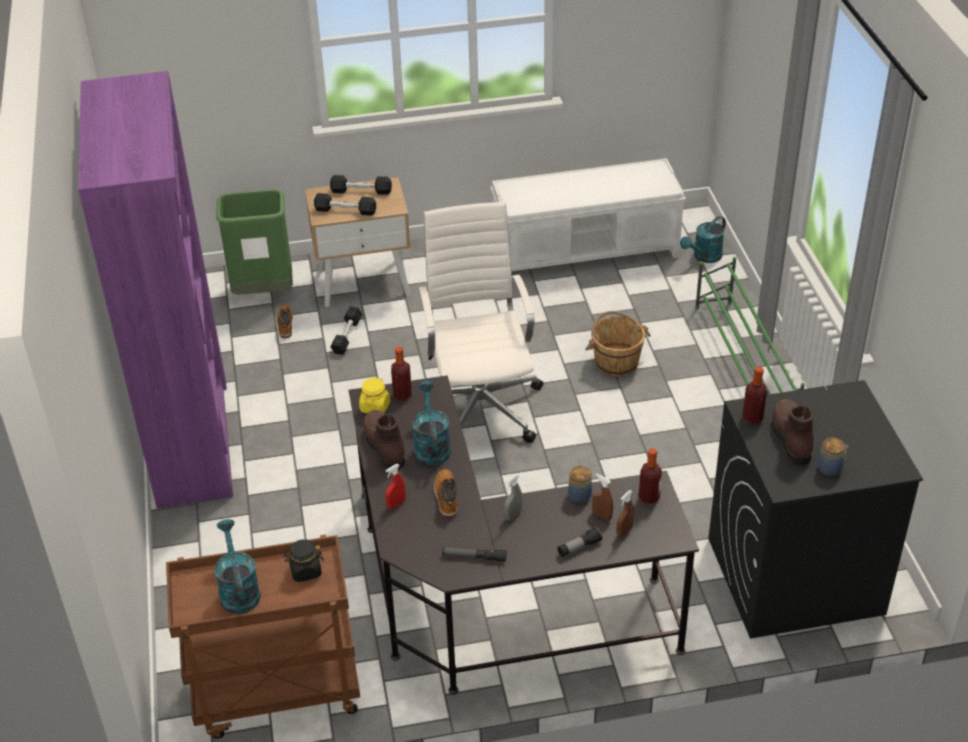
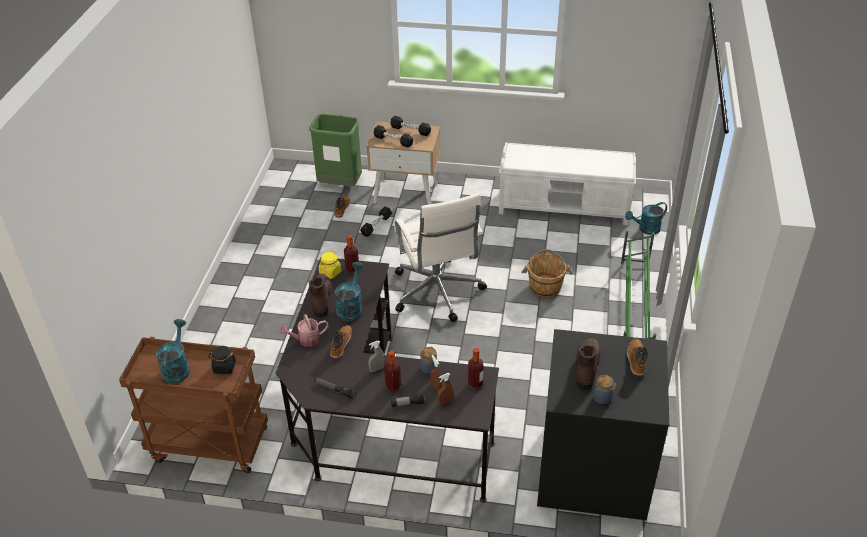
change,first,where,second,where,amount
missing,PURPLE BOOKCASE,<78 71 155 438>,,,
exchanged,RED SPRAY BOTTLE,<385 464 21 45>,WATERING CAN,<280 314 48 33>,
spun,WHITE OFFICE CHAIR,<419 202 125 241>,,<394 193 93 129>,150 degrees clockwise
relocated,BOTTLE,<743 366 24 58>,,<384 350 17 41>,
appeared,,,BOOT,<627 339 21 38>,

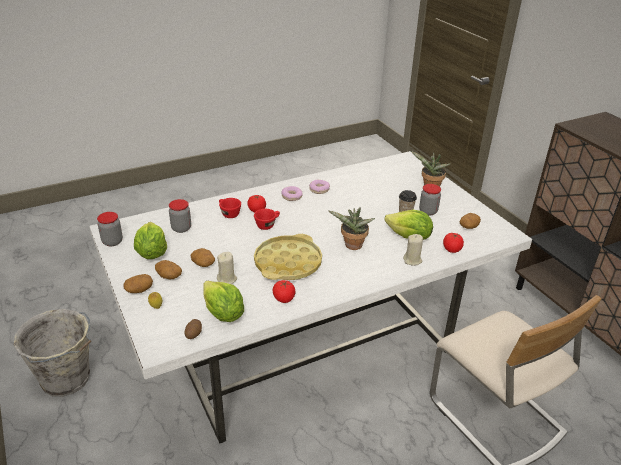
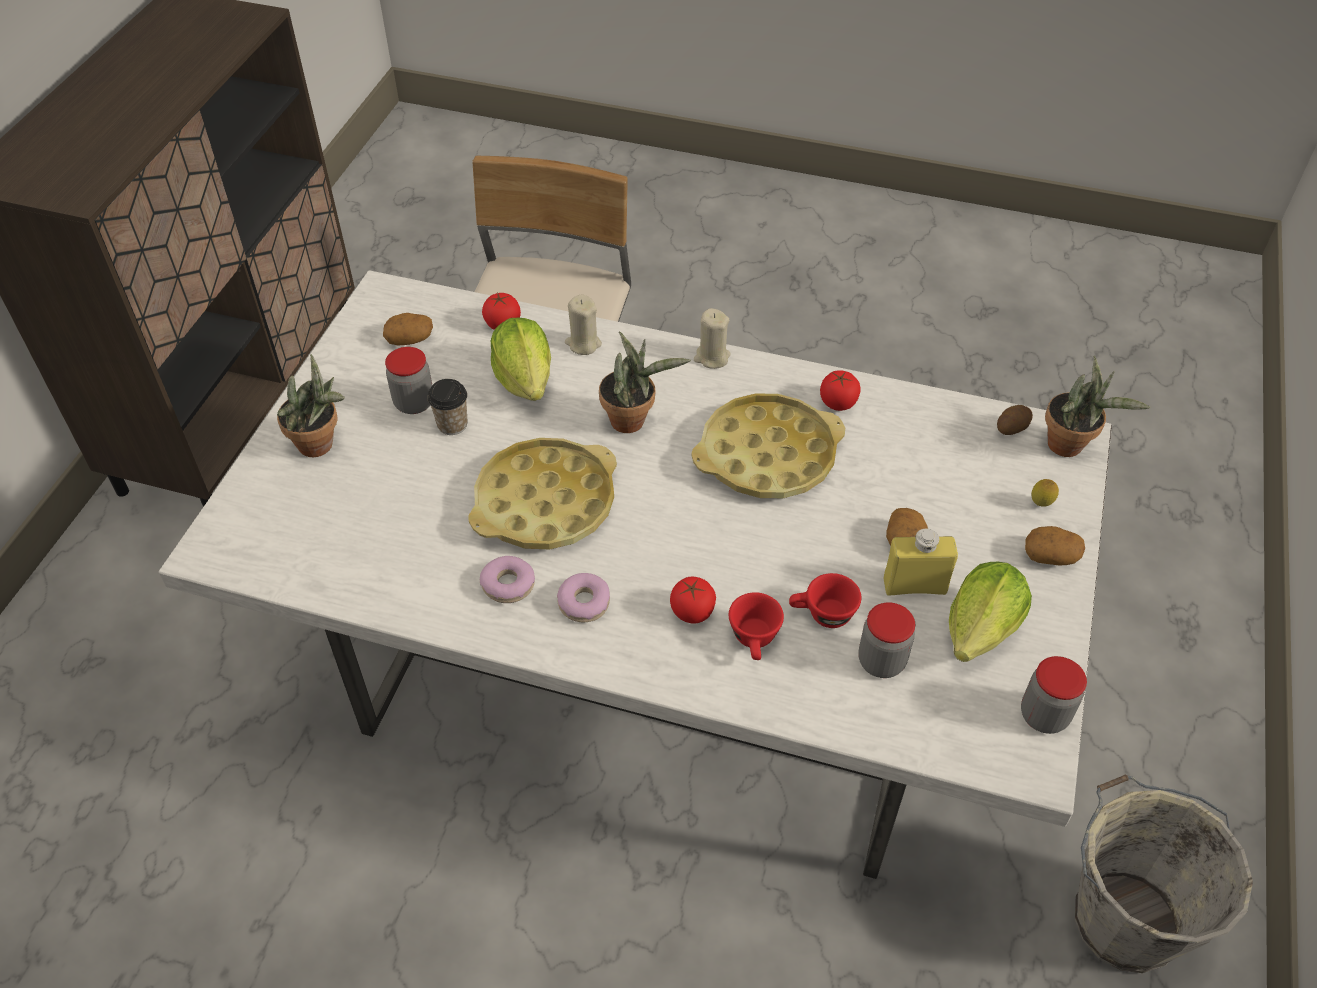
change,first,where,second,where,amount
missing,POTATO,<155 260 27 19>,,,
missing,LETTUCE,<203 281 41 41>,,,
relocated,BEIGE CANDLE,<217 252 20 32>,,<694 308 36 61>,
relocated,RED CUP,<254 209 26 21>,,<789 573 72 55>,
appeared,,,YELLOW TRAY,<469 438 148 111>,
appeared,,,YELLOW BOTTLE,<884 528 74 68>,
appeared,,,POTTED PLANT,<1045 356 106 101>,

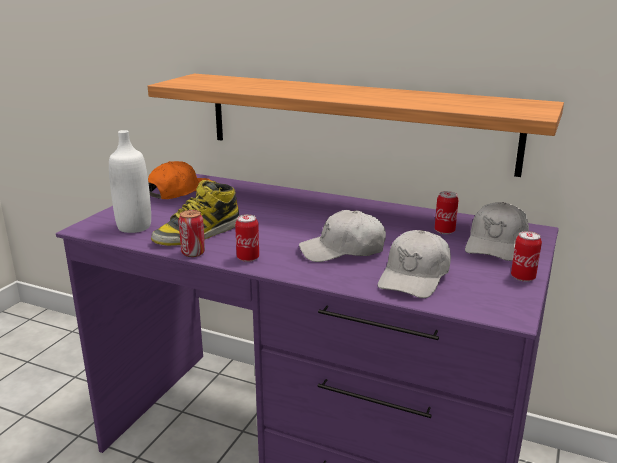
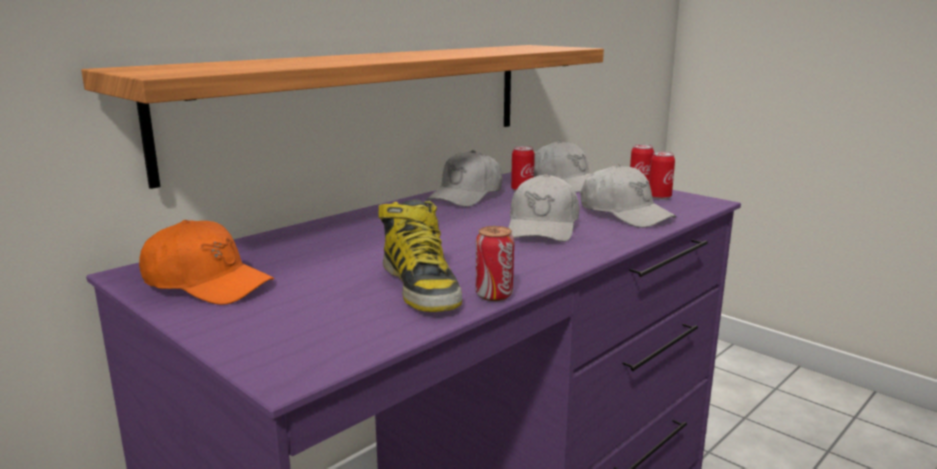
change,first,where,second,where,amount
missing,WHITE BOTTLE,<109 130 42 103>,,,
spun,ORANGE CAP,<148 161 63 38>,,<139 220 135 85>,135 degrees clockwise
relocated,CAN,<235 214 24 48>,,<649 152 26 48>,
appeared,,,WHITE CAP,<427 150 75 57>,

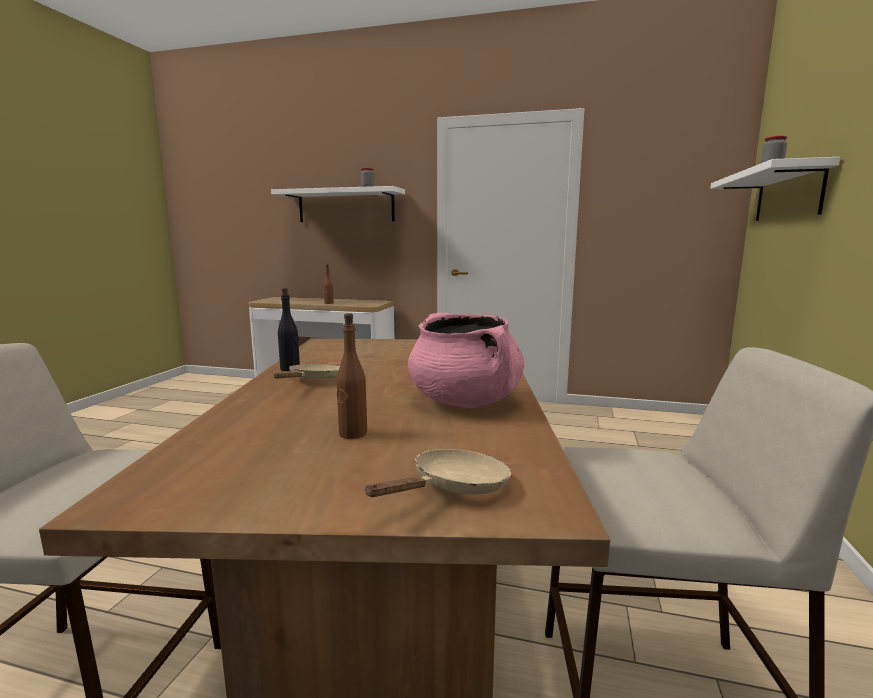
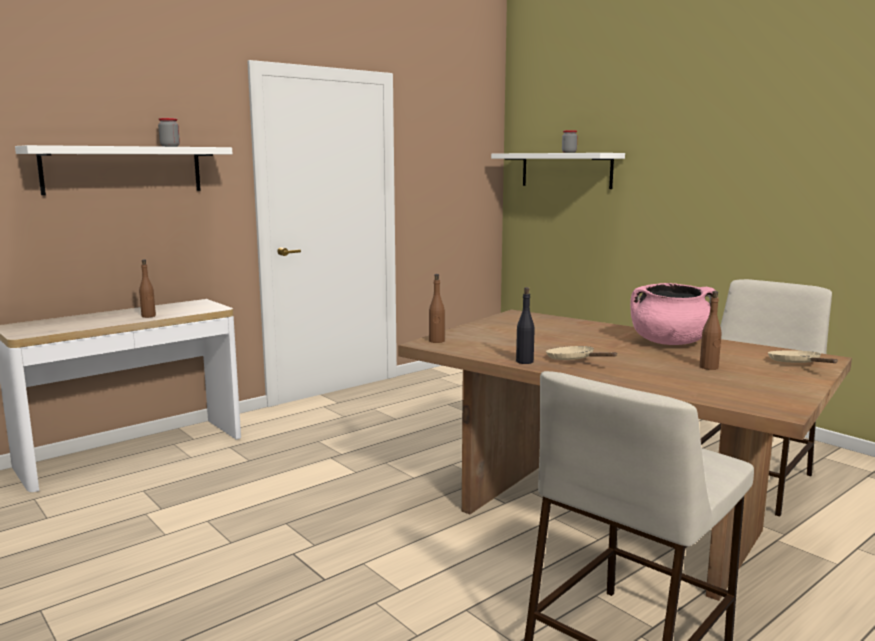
change,first,where,second,where,amount
appeared,,,BROWN BOTTLE,<429 274 16 69>,

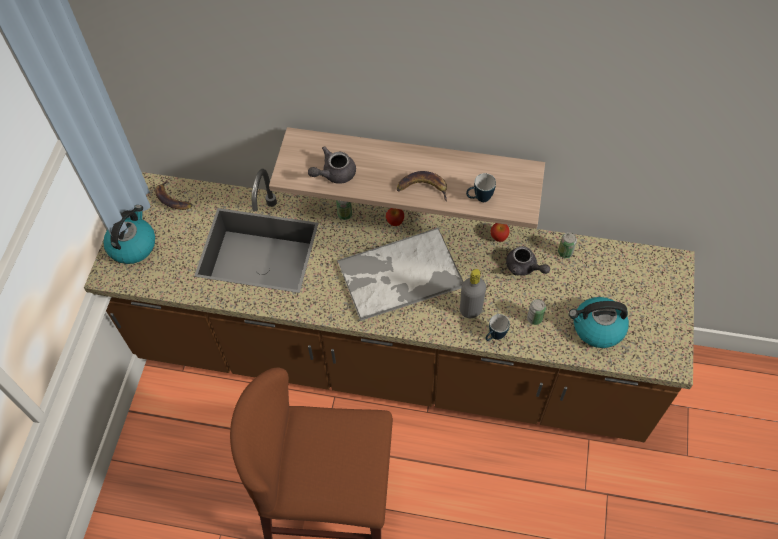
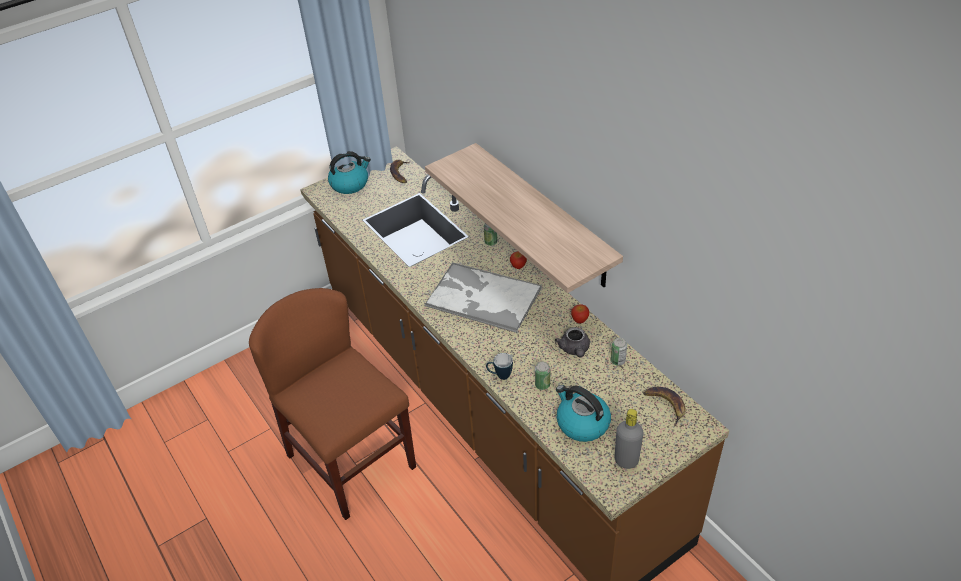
change,first,where,second,where,amount
missing,GREY TEAPOT,<308 146 48 38>,,,
relocated,BANANA,<397 171 50 31>,,<643 387 43 39>,
relocated,GREY BOTTLE,<460 269 26 49>,,<615 409 29 60>,
missing,MUG,<466 173 30 29>,,,

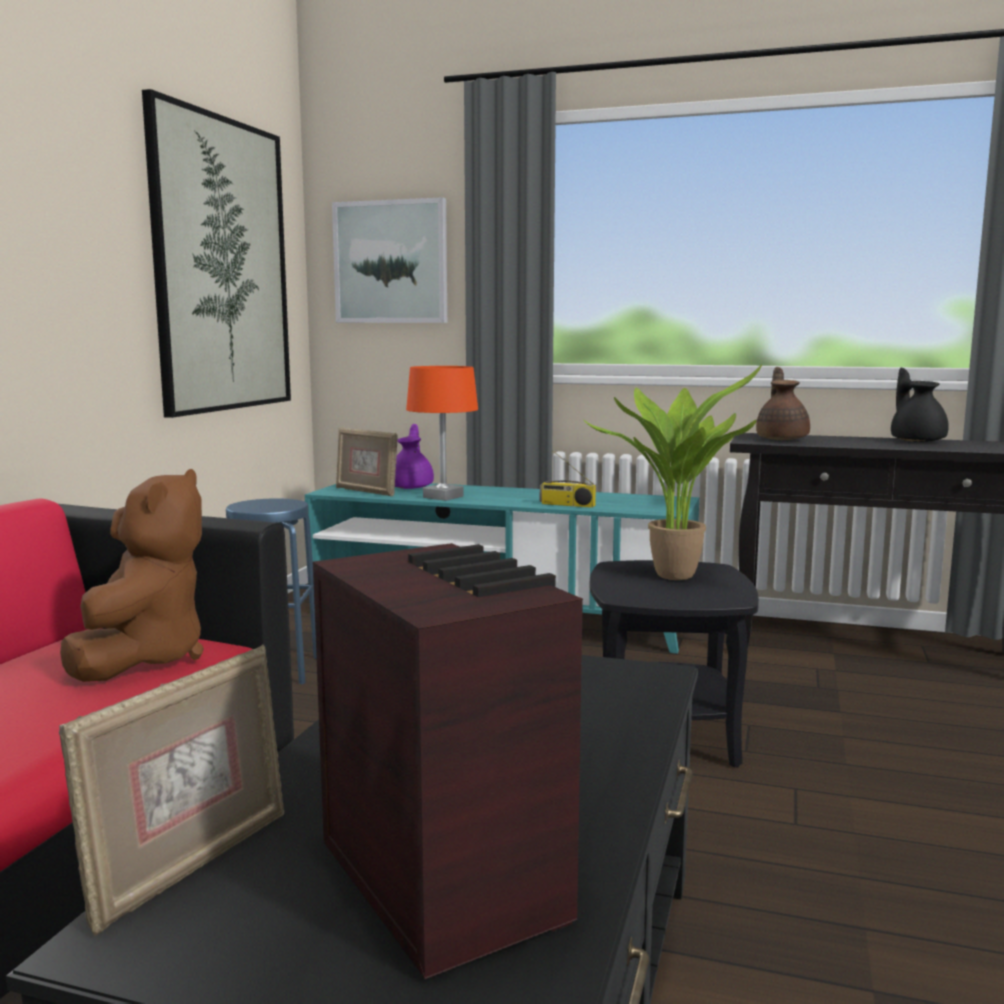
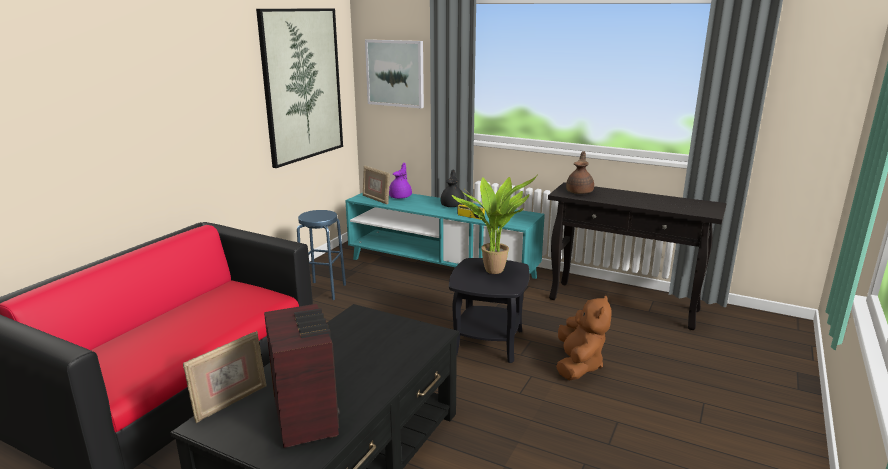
change,first,where,second,where,amount
relocated,BROWN PLUSH TOY,<60 469 144 213>,,<556 295 55 85>,
missing,ORANGE TABLE LAMP,<406 366 72 135>,,,
relocated,BLACK TEAPOT,<891 368 58 74>,,<441 170 24 37>,

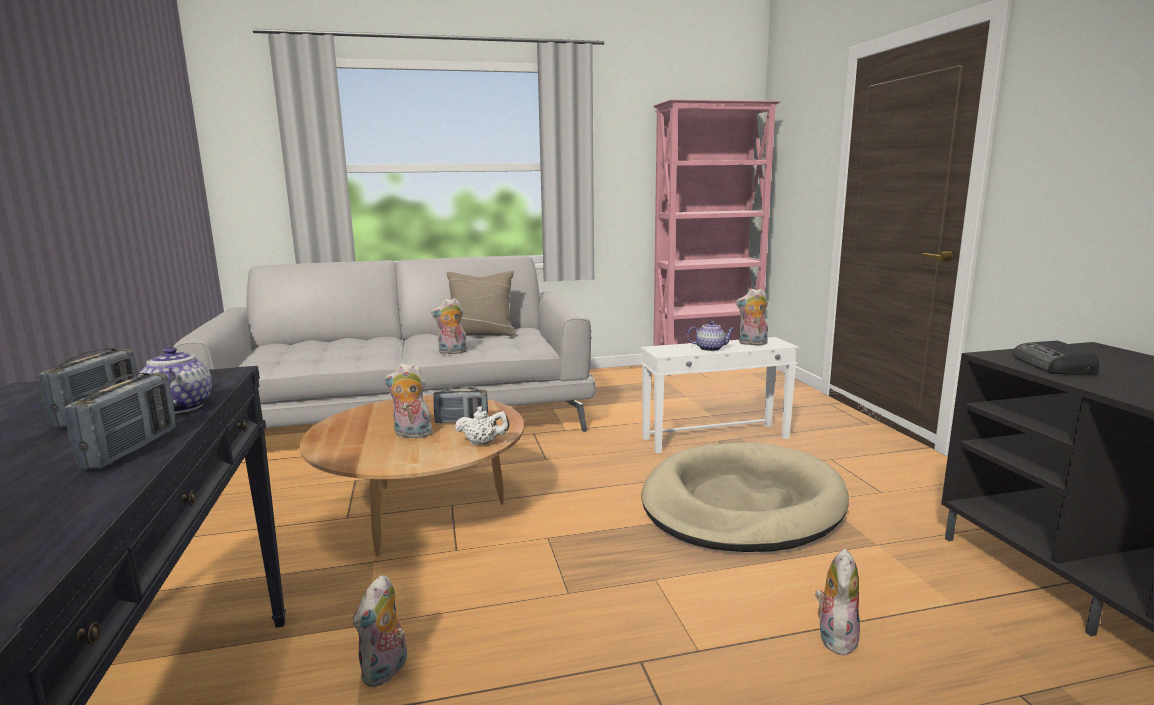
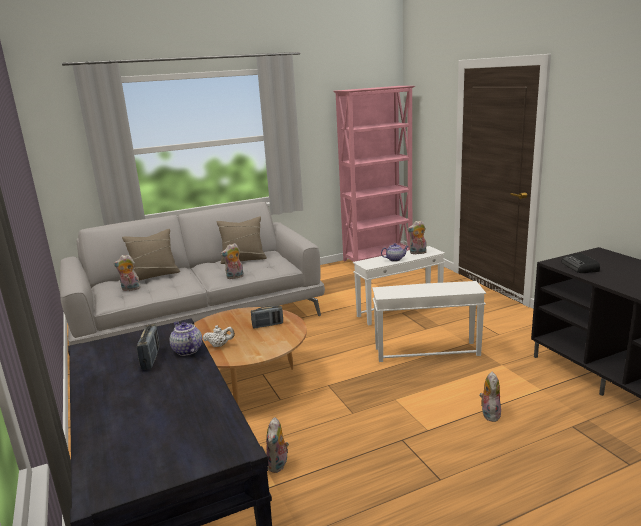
change,first,where,second,where,amount
missing,RADIO,<65 373 111 96>,,,
relocated,PLUSH TOY,<384 363 49 77>,,<113 255 28 36>,
relocated,WHITE TEAPOT,<455 406 55 39>,,<203 325 32 22>,
exchanged,BEIGE DOG BED,<641 442 208 110>,WHITE SIDE TABLE,<372 281 114 81>,
appeared,,,BEIGE PILLOW,<122 229 58 52>,

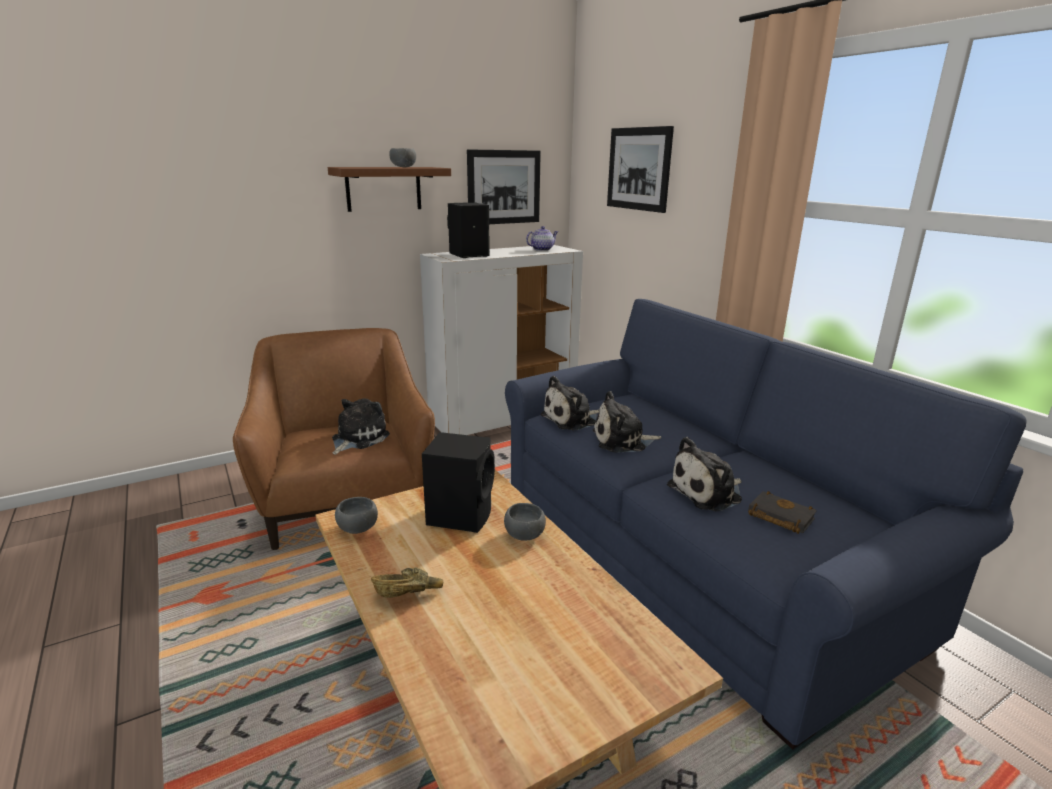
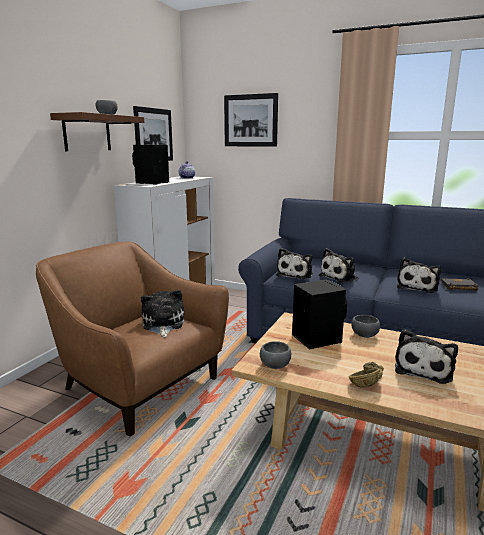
change,first,where,second,where,amount
appeared,,,PLUSH TOY,<395 330 63 54>,

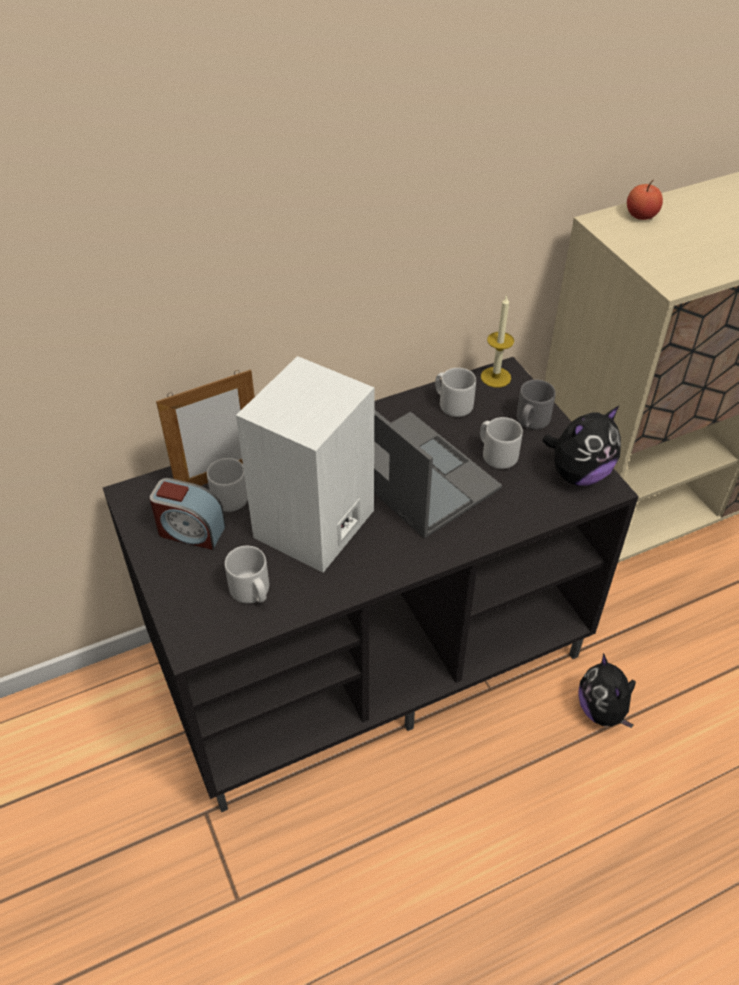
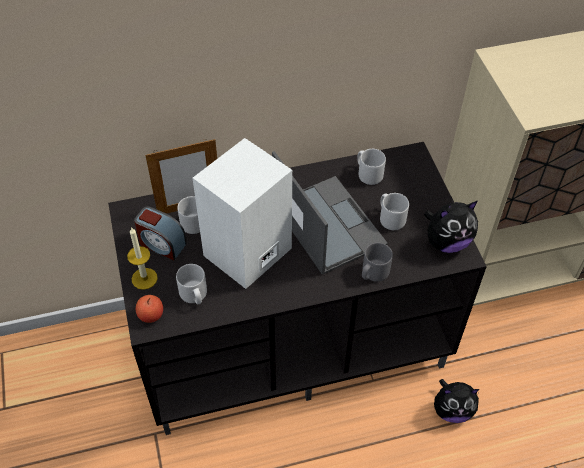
change,first,where,second,where,amount
relocated,CANDLE,<481 295 33 92>,,<127 227 31 63>,
relocated,GREY MUG,<516 380 40 50>,,<362 243 31 39>,
spun,PLUSH TOY,<579 653 57 75>,,<434 379 45 44>,90 degrees counterclockwise
relocated,APPLE,<627 180 36 40>,,<135 295 28 28>,

